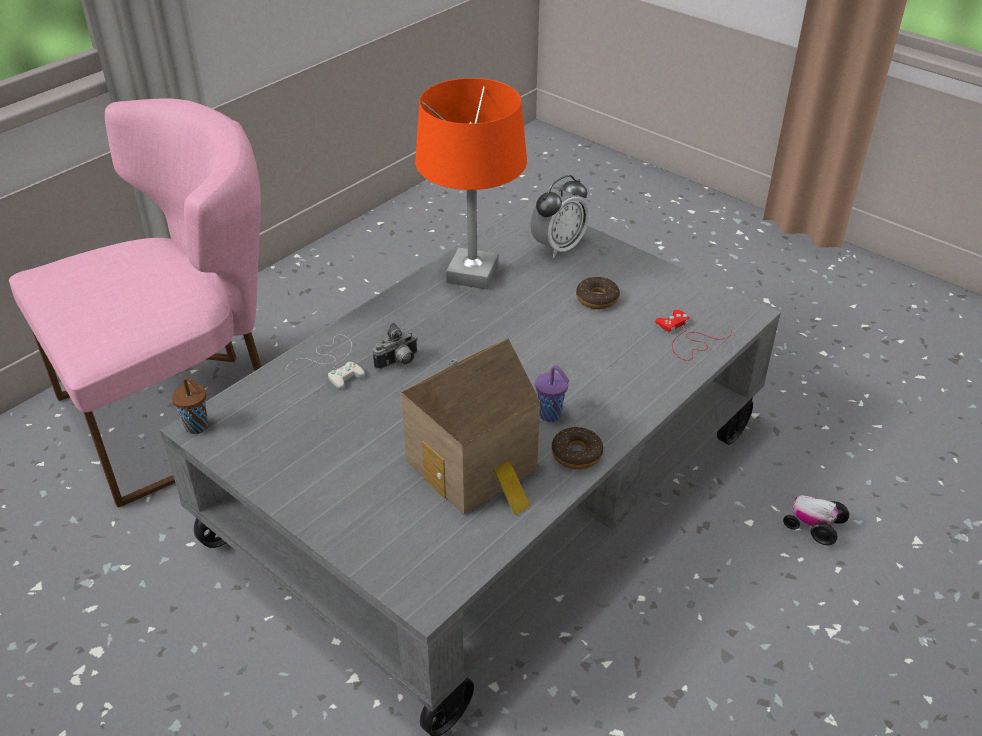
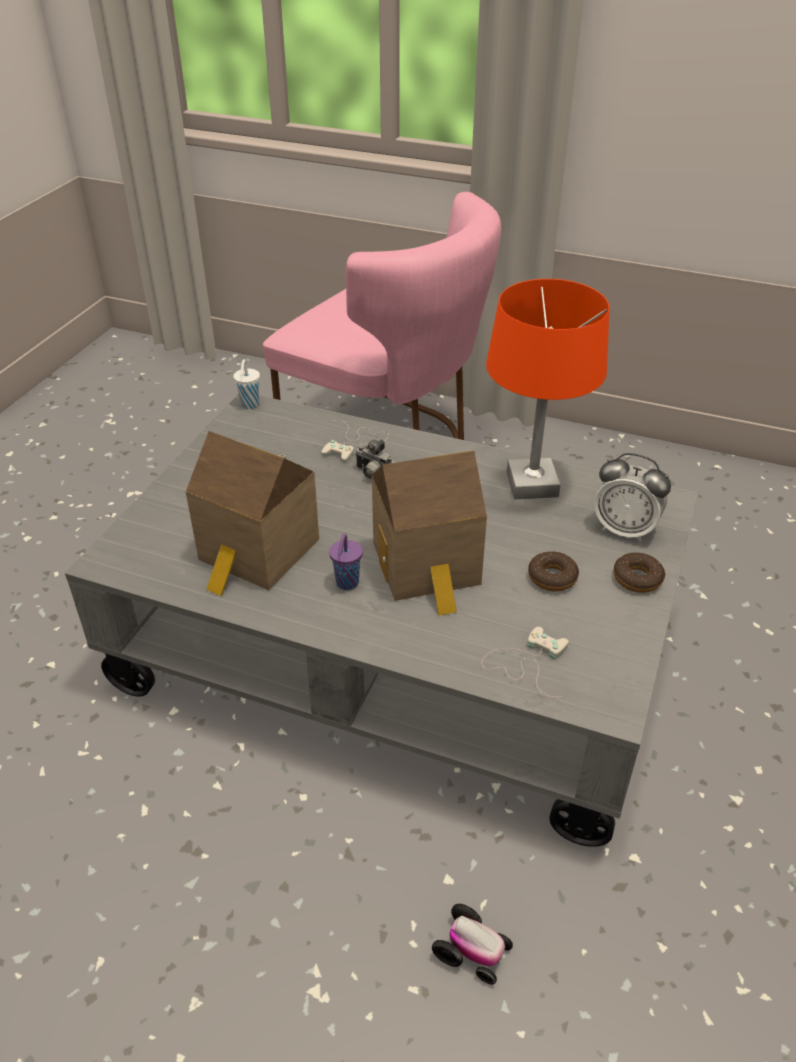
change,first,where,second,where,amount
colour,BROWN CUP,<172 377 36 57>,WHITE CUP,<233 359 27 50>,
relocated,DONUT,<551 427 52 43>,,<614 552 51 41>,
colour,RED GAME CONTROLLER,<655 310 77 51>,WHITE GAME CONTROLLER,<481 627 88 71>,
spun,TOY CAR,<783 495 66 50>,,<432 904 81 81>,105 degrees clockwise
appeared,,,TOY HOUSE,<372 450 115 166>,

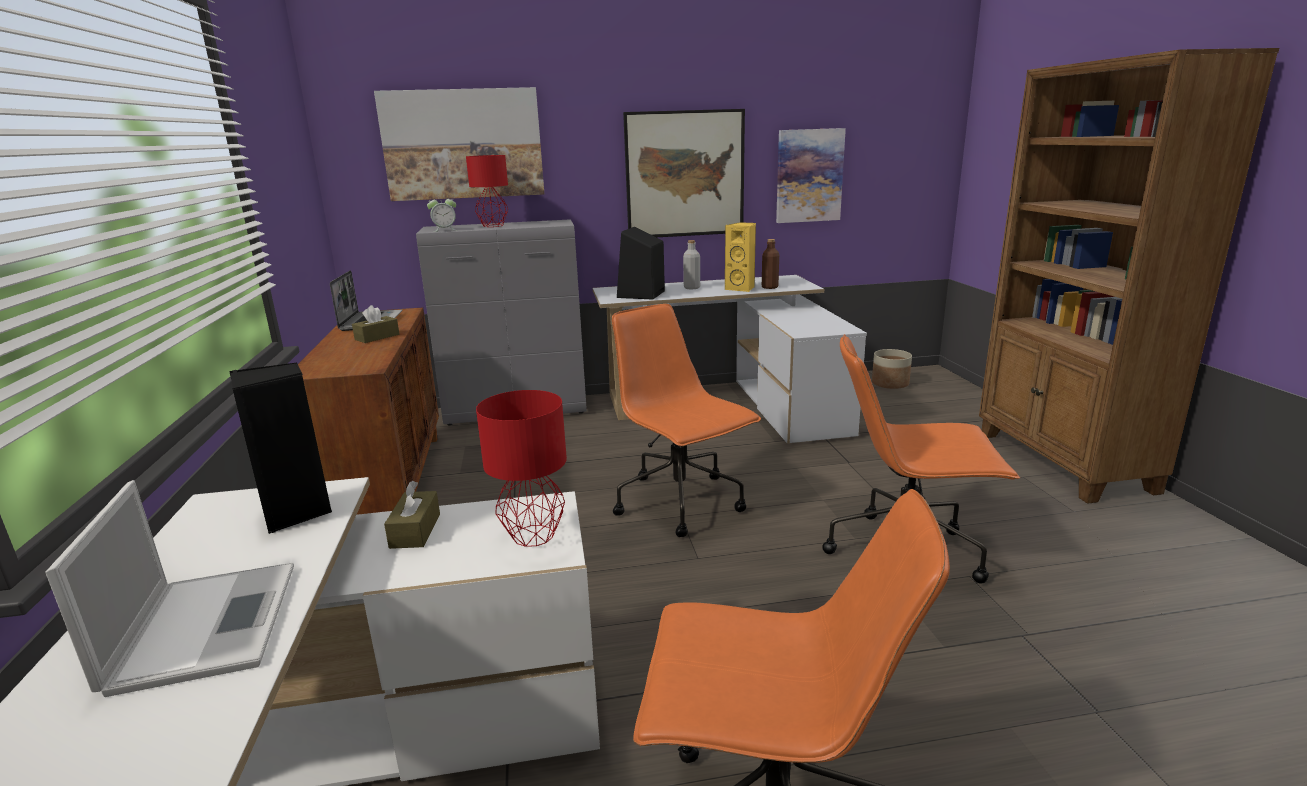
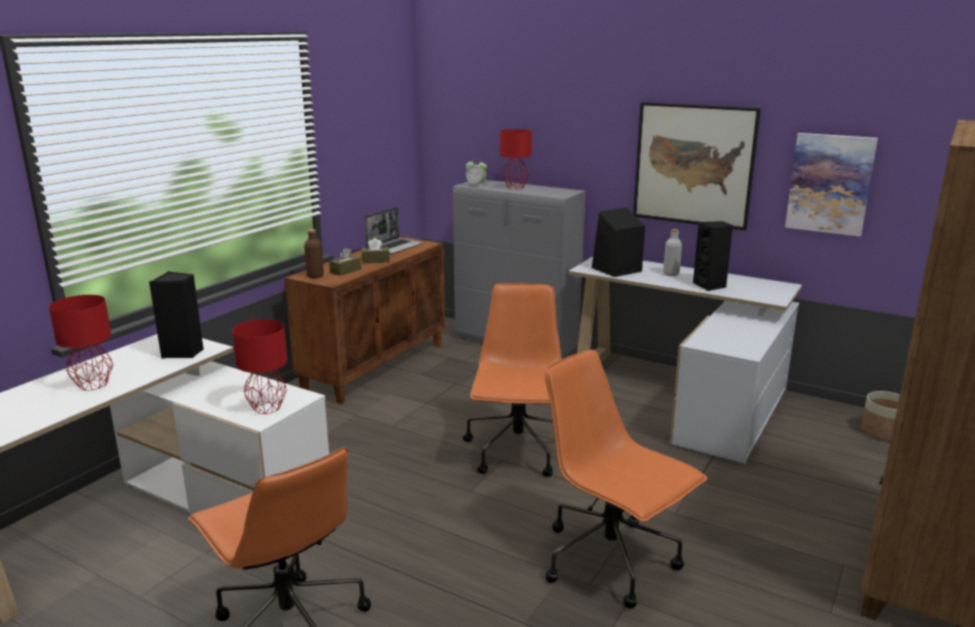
change,first,where,second,where,amount
exchanged,LAPTOP,<45 480 249 217>,RED TABLE LAMP,<49 295 64 96>,
missing,PICTURE,<374 87 170 114>,,,
relocated,BROWN TISSUE BOX,<384 481 56 68>,,<329 248 32 28>,
colour,YELLOW SPEAKER,<724 222 32 70>,BLACK SPEAKER,<693 221 40 70>,
relocated,BROWN BOTTLE,<762 239 17 50>,,<304 229 20 49>,

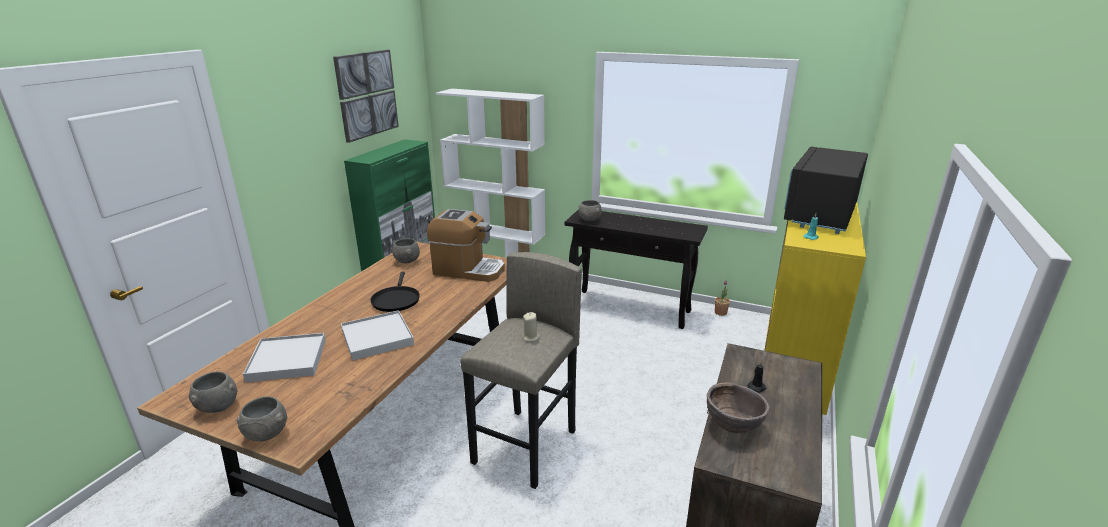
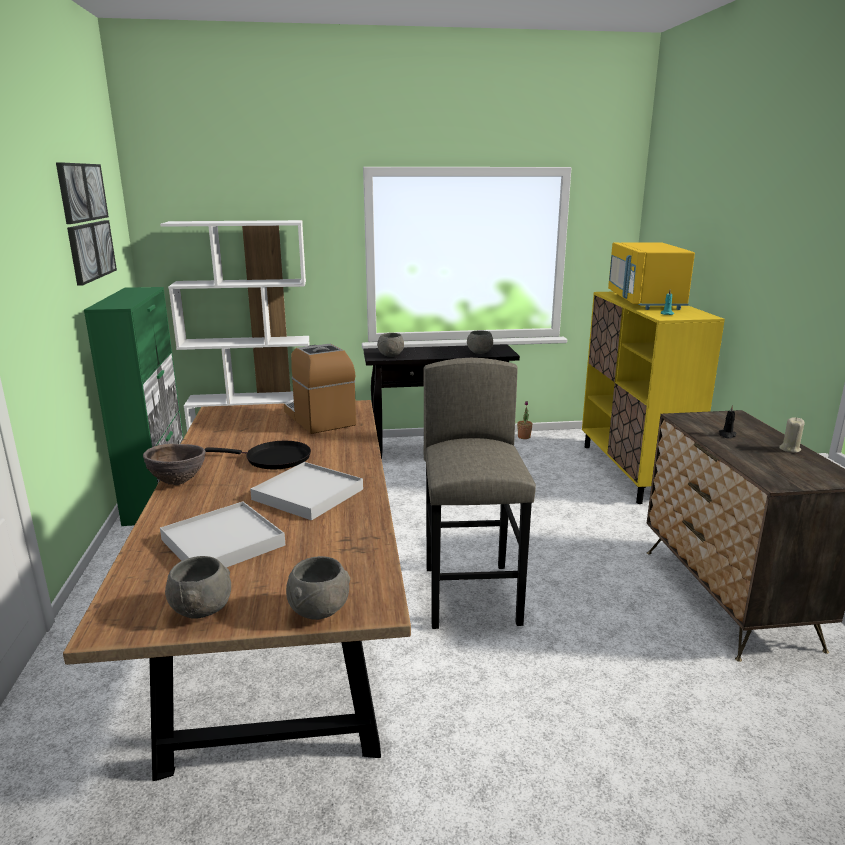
change,first,where,second,where,amount
spun,BLACK FRYING PAN,<370 272 50 40>,,<205 441 106 28>,45 degrees counterclockwise
relocated,GREY BOWL,<392 238 28 25>,,<467 330 26 24>,
spun,COFFEE MACHINE,<427 209 78 73>,,<284 344 72 90>,105 degrees counterclockwise
relocated,BEIGE CANDLE,<522 312 17 30>,,<779 417 25 36>,
relocated,BROWN BOWL,<707 383 62 50>,,<143 444 63 41>,
colour,BLACK MICROWAVE,<784 147 84 87>,YELLOW MICROWAVE,<608 242 87 68>,

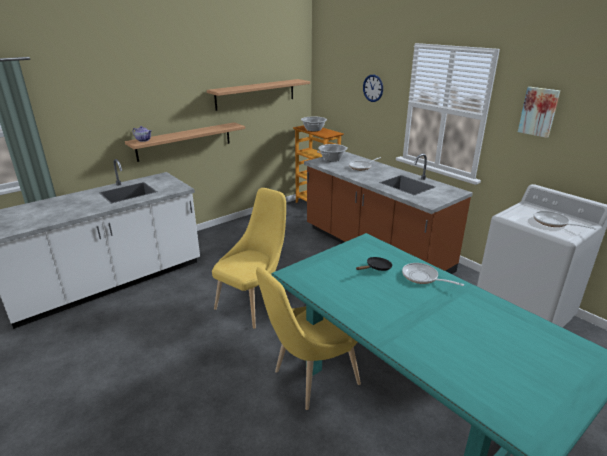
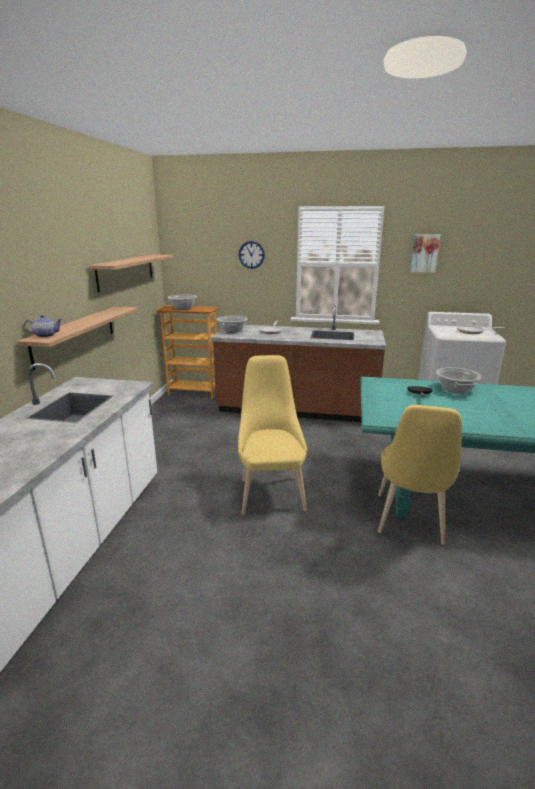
change,first,where,second,where,amount
exchanged,FRYING PAN,<402 263 62 23>,COOKING POT,<435 367 46 27>,

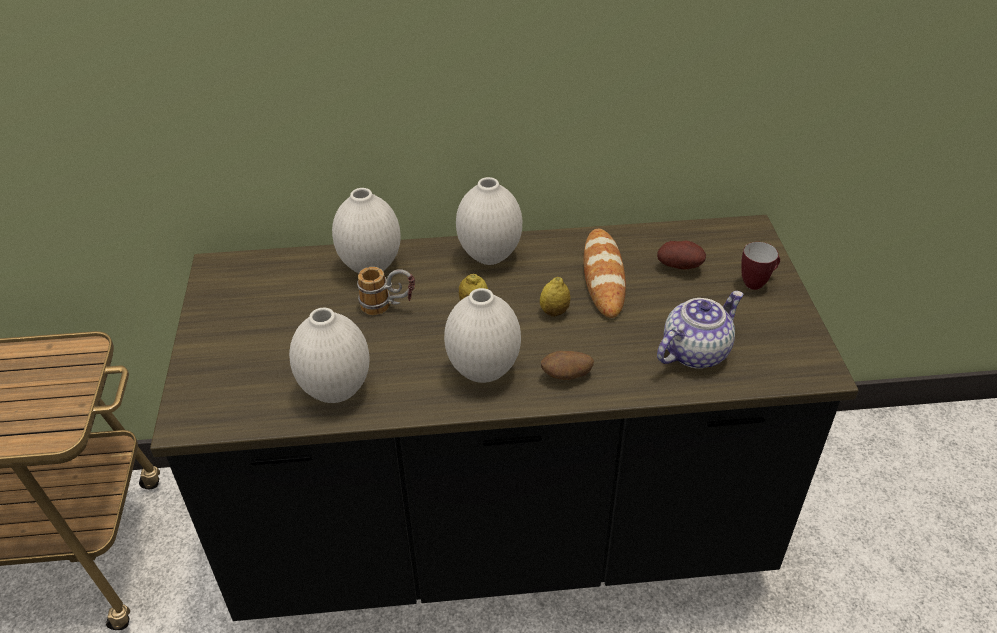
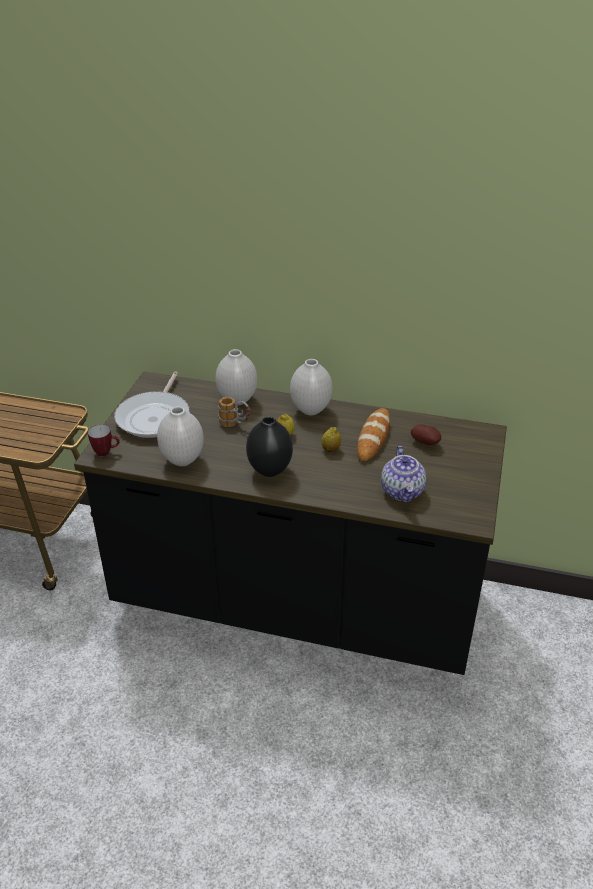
change,first,where,second,where,amount
colour,WHITE VASE,<444 288 77 95>,BLACK VASE,<246 416 47 61>,
missing,POTATO,<541 351 53 29>,,,
spun,TEAPOT,<657 291 86 78>,,<381 446 45 57>,105 degrees clockwise
relocated,MUG,<742 242 38 48>,,<88 425 32 31>,
appeared,,,FRYING PAN,<114 371 75 67>,

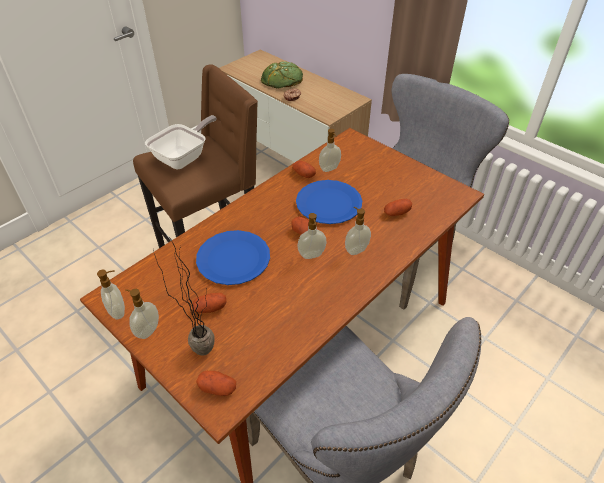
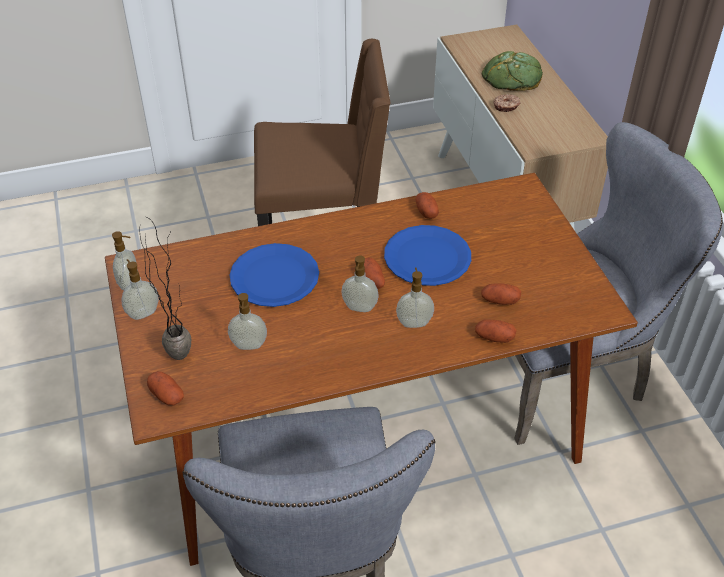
change,first,where,second,where,amount
missing,FRYING PAN,<145 115 72 54>,,,
relocated,POTATO,<192 293 35 20>,,<475 320 42 23>,
relocated,SOAP DISPENSER,<319 129 22 43>,,<228 293 39 57>,

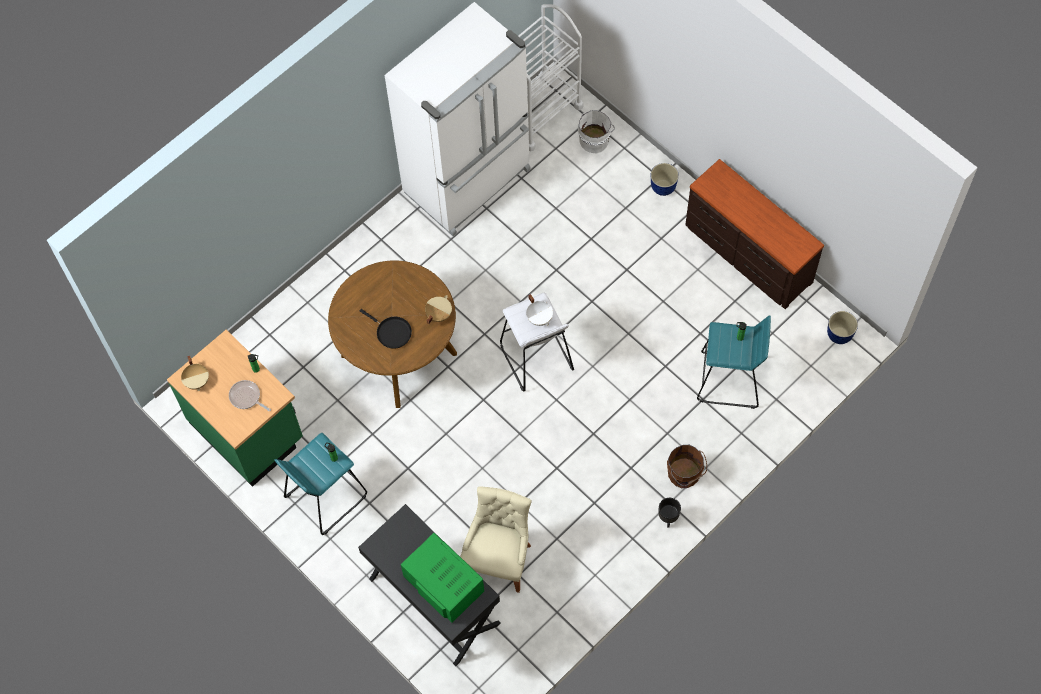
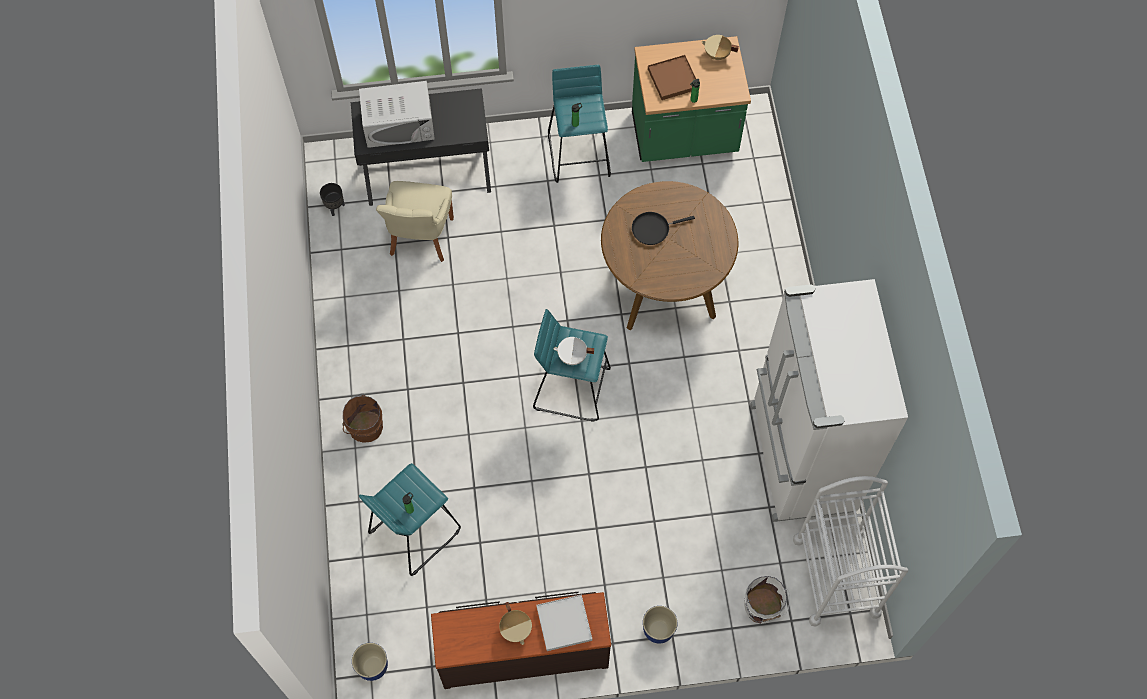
change,first,where,second,where,amount
exchanged,FRYING PAN,<229 380 42 32>,BROWN TRAY,<648 55 48 45>,
colour,GREEN MICROWAVE,<401 533 83 90>,WHITE MICROWAVE,<359 81 76 67>,
relocated,BEIGE COOKING POT,<425 295 27 29>,,<499 602 33 43>,
spun,BEIGE CHAIR,<460 486 72 107>,,<376 181 78 81>,45 degrees clockwise
colour,WHITE STOOL,<500 292 74 100>,TURQUOISE STOOL,<533 309 78 113>,
relocated,BLACK PLANTER,<659 498 22 29>,,<320 183 25 33>,
appeared,,,WHITE TRAY,<536 594 56 57>,

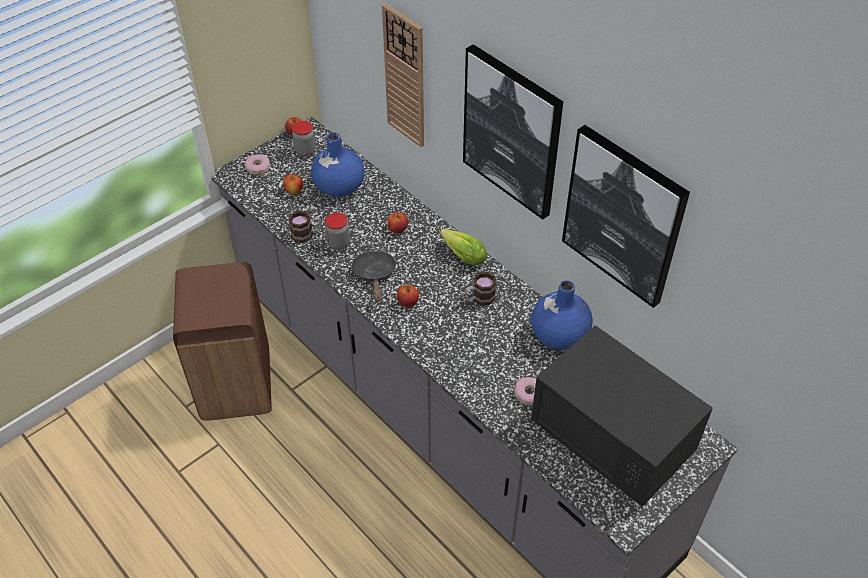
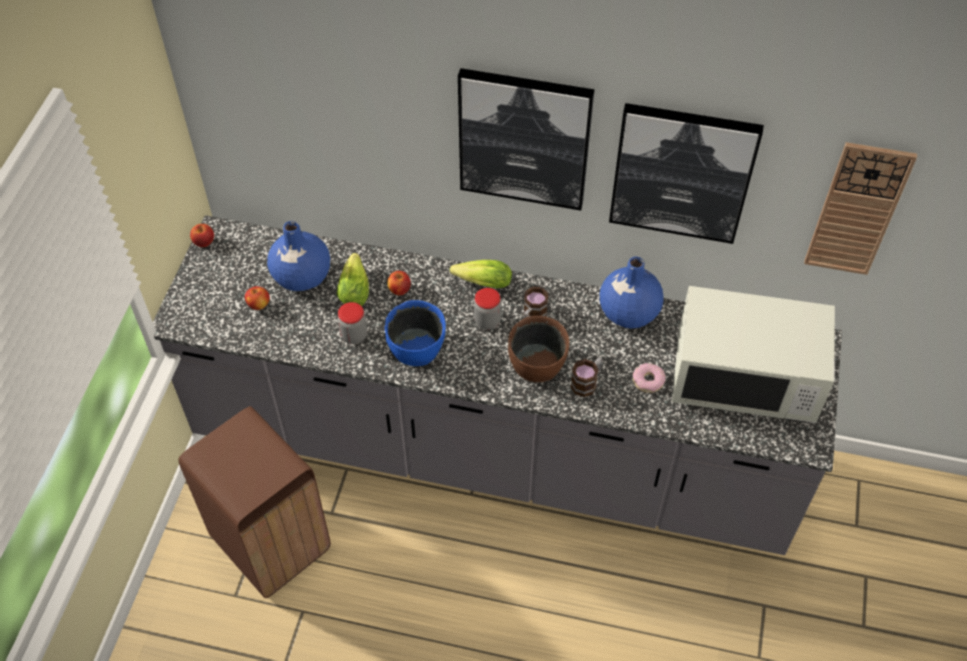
change,first,where,second,where,amount
missing,DONUT,<245 154 25 21>,,,
relocated,MUG,<288 211 33 32>,,<570 357 33 40>,
relocated,JAR,<292 121 24 35>,,<474 288 27 41>,
exchanged,BLACK FRYING PAN,<351 251 46 51>,BLUE BOWL,<384 300 62 66>,
relocated,WALL CLOCK,<382 3 42 144>,,<804 142 113 133>,
missing,APPLE,<397 285 22 22>,,,
colour,BLACK MICROWAVE,<531 325 182 182>,WHITE MICROWAVE,<672 286 163 137>,
appeared,,,LETTUCE,<337 253 32 53>,
appeared,,,BROWN BOWL,<508 316 62 66>,

